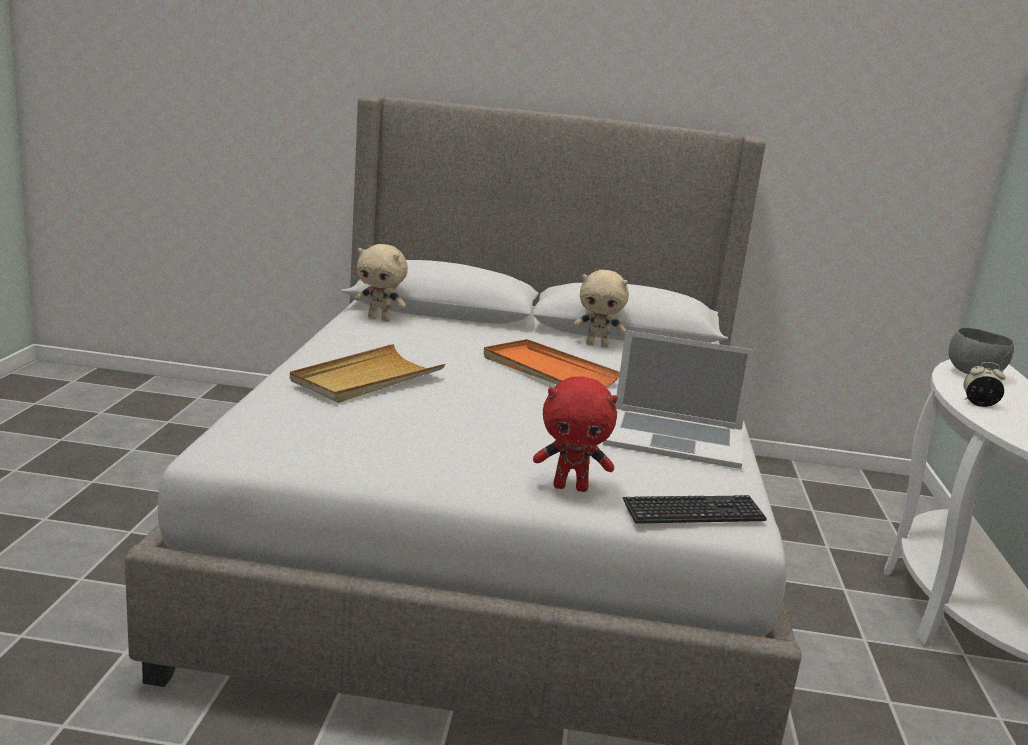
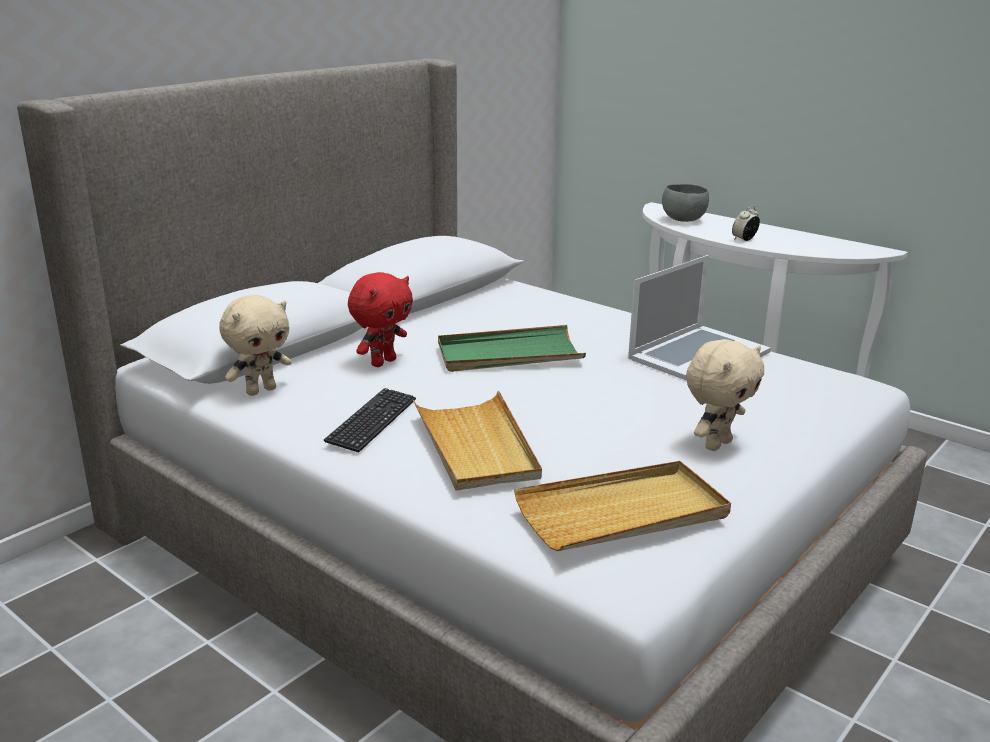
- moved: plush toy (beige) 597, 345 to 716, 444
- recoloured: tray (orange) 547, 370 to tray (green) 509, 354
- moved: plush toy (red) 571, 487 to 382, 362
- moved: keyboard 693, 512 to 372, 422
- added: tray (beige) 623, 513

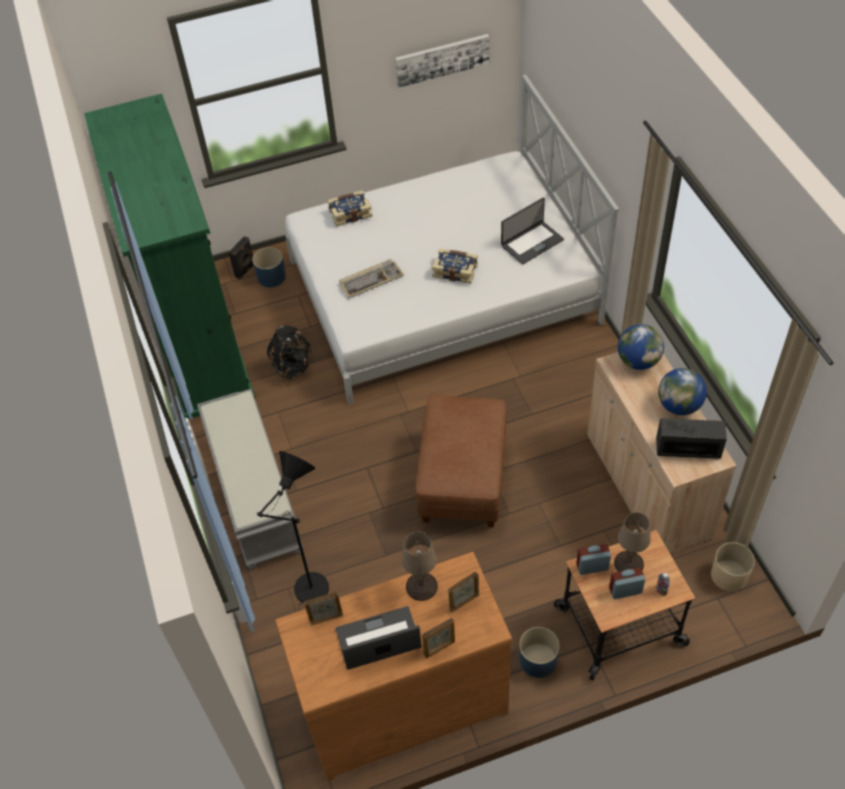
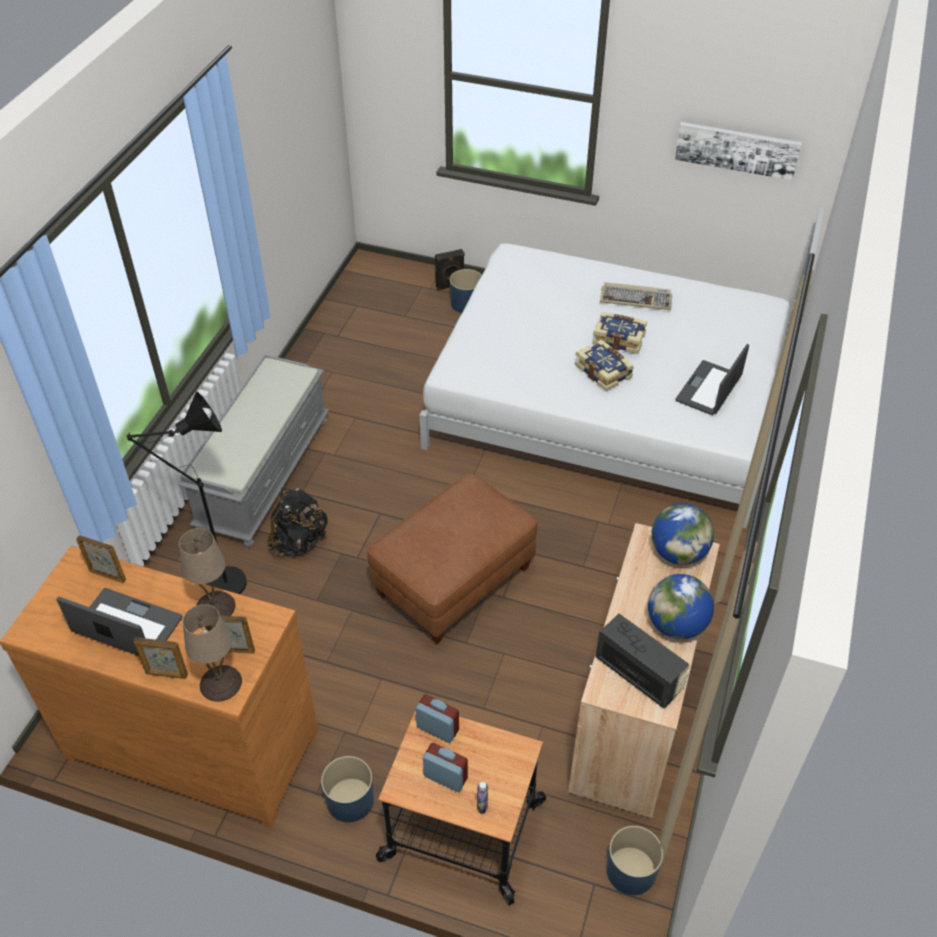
- removed: wardrobe (green) 198, 340
- moved: book 350, 213 to 619, 338
- turned: laptop 531, 242 = 709, 389 120 degrees clockwise
- moved: keyboard 371, 280 to 636, 298
- moved: backpack (black) 292, 366 to 299, 542
- moved: table lamp (beige) 629, 564 to 220, 684
- recoloured: planter (beige) 729, 575 to planter (blue) 631, 871

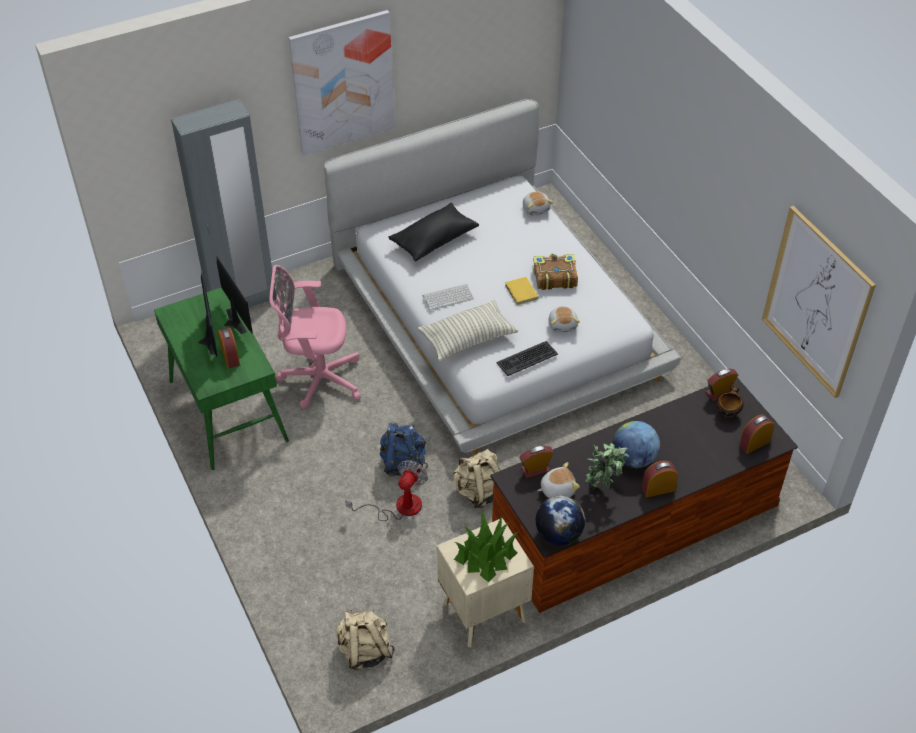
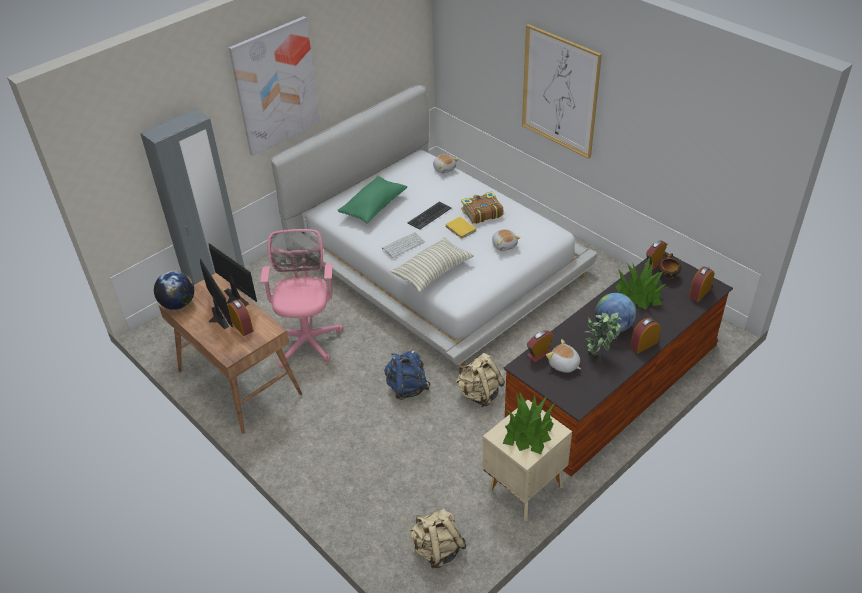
- recoloured: pillow (black) 434, 240 to pillow (green) 373, 207
- moved: picture 816, 302 to 560, 91
- turned: office chair (pink) 317, 379 = 308, 339 105 degrees clockwise
- recoloured: desk (green) 227, 411 to desk (brown) 238, 383
- moved: keyboard 527, 358 to 429, 215
- removed: fan 399, 507
- turned: plush toy 557, 489 = 564, 365 105 degrees counterclockwise
- moved: globe 558, 534 to 178, 304
- added: potted plant 639, 295

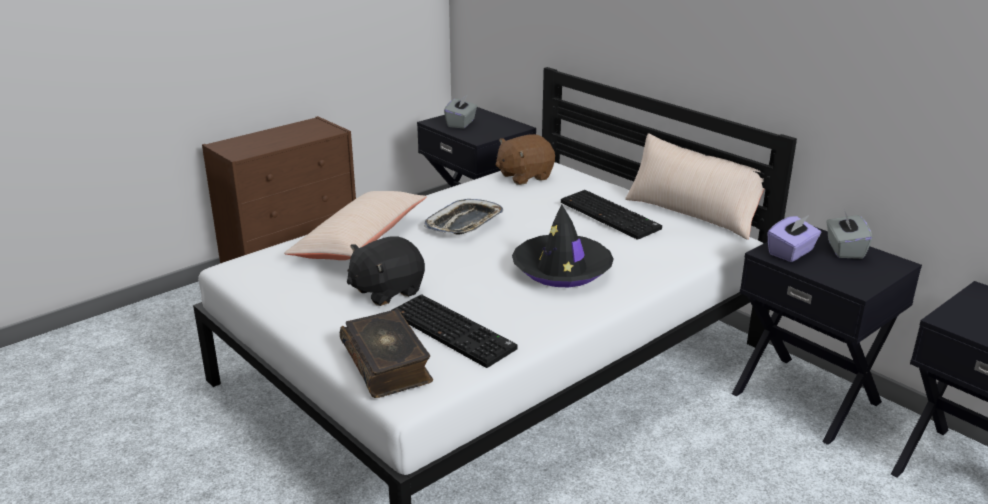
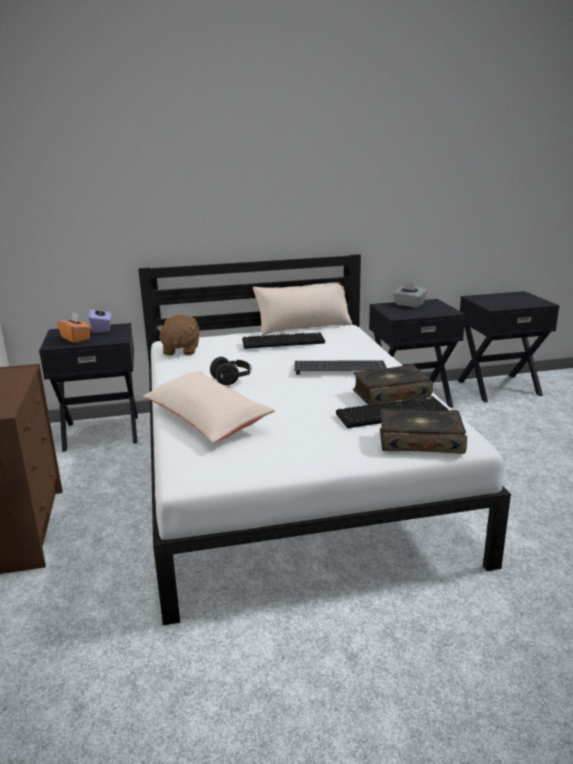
- recoloured: tissue box (grey) 461, 123 to tissue box (orange) 76, 338
- replaced: tray 465, 223 to headphones (black) 232, 380
- replaced: hat (black) 562, 270 to keyboard 340, 368
- moved: tissue box (purple) 791, 252 to 102, 329
- removed: plush toy (black) 386, 291
- added: book 390, 393

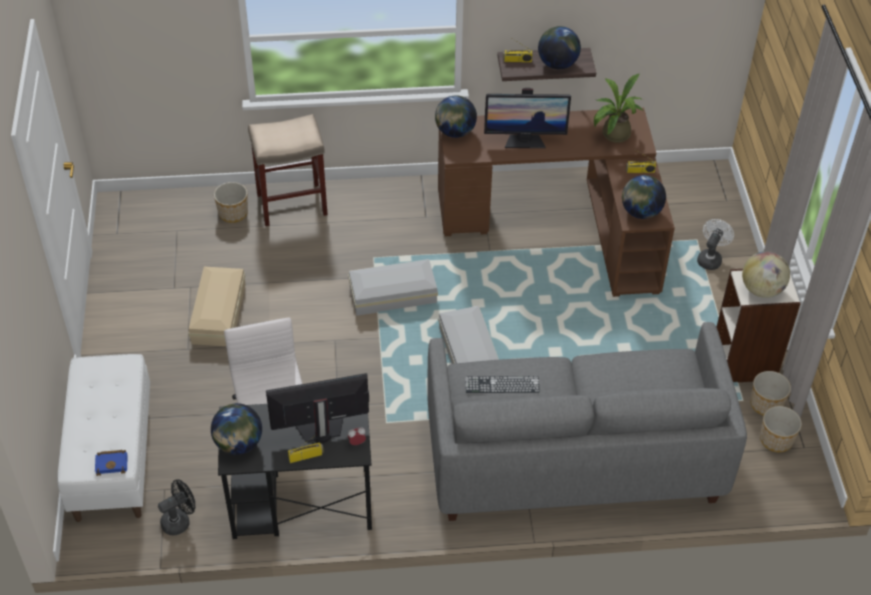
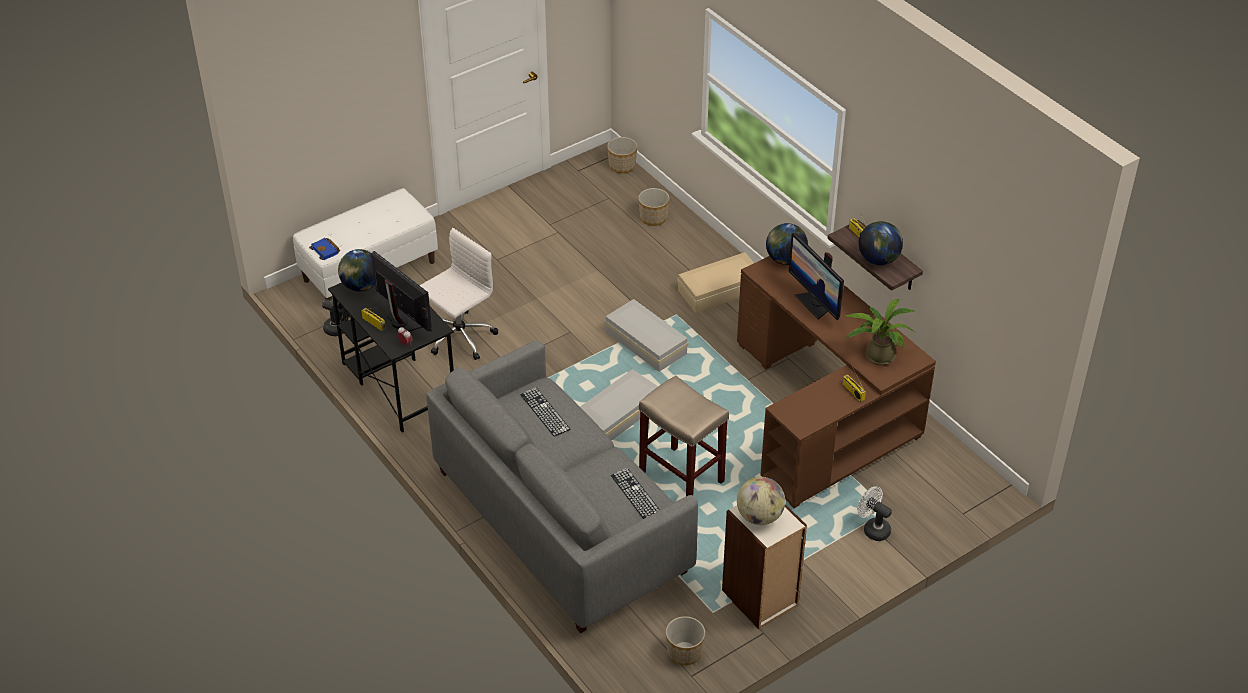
- moved: stool (beige) 291, 205 to 680, 477
- removed: globe 641, 212
- turned: fan (white) 710, 258 = 873, 529 135 degrees counterclockwise
- moved: storage box (beige) 217, 314 to 718, 290
- moved: planter 765, 404 to 622, 166
- added: keyboard 636, 495

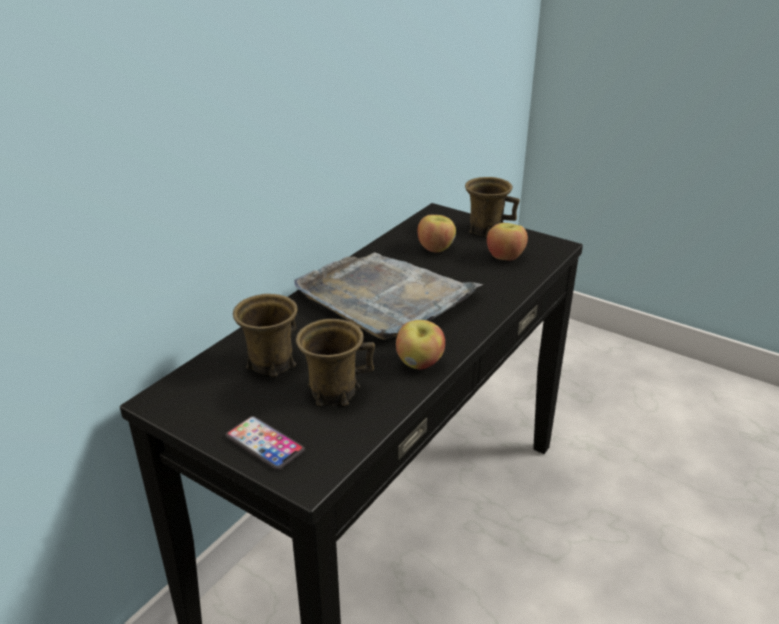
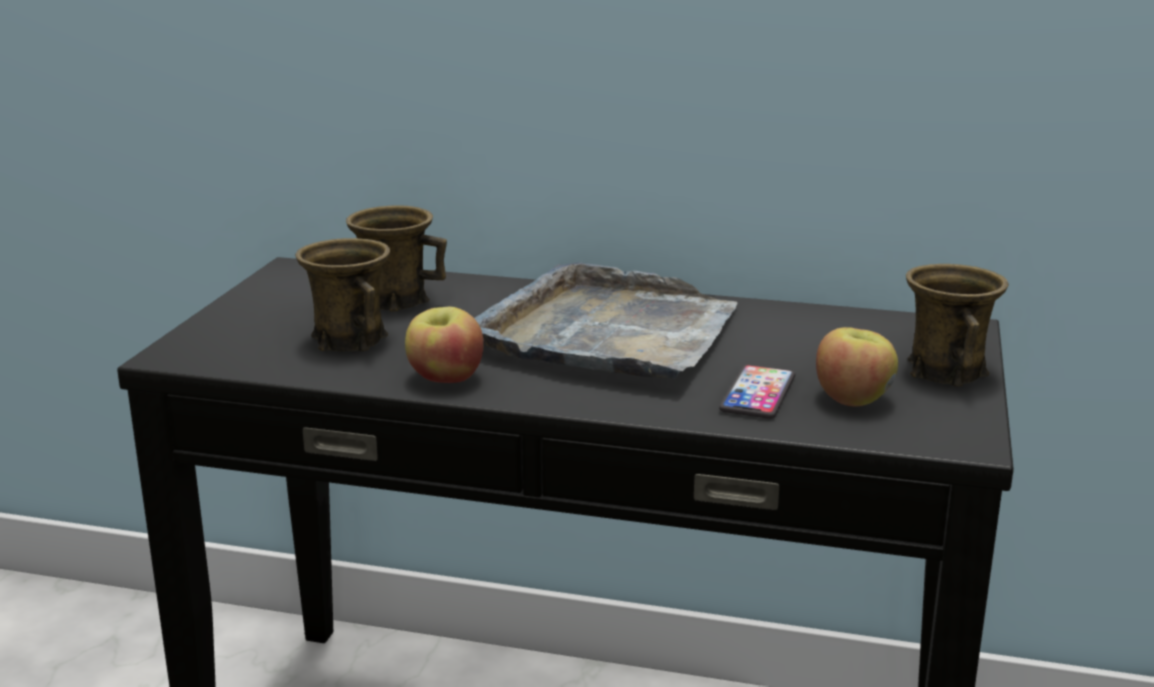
- removed: apple 436, 248
- moved: phone 264, 444 to 758, 394

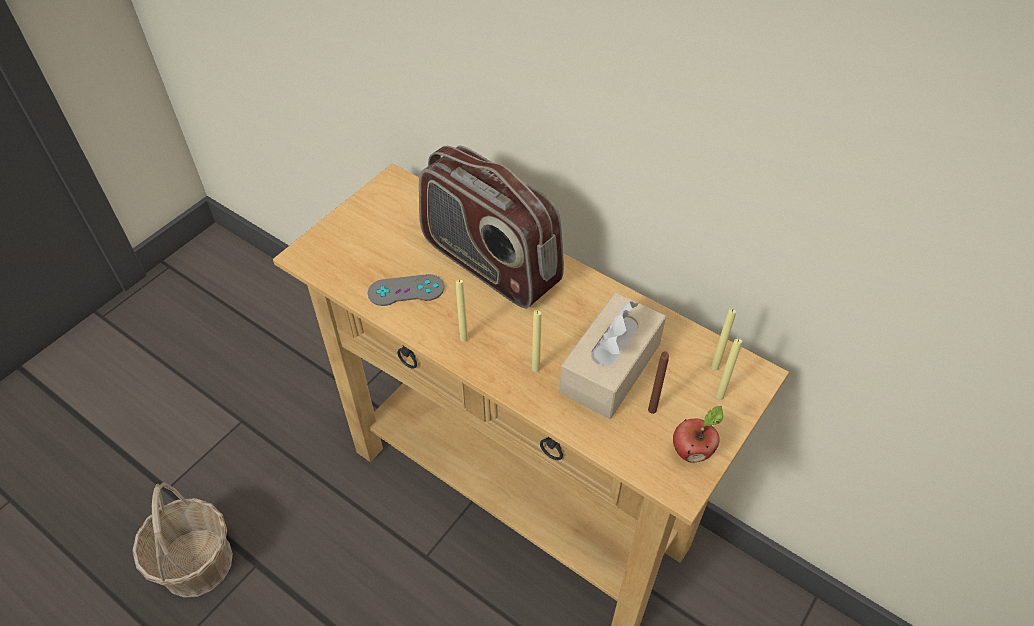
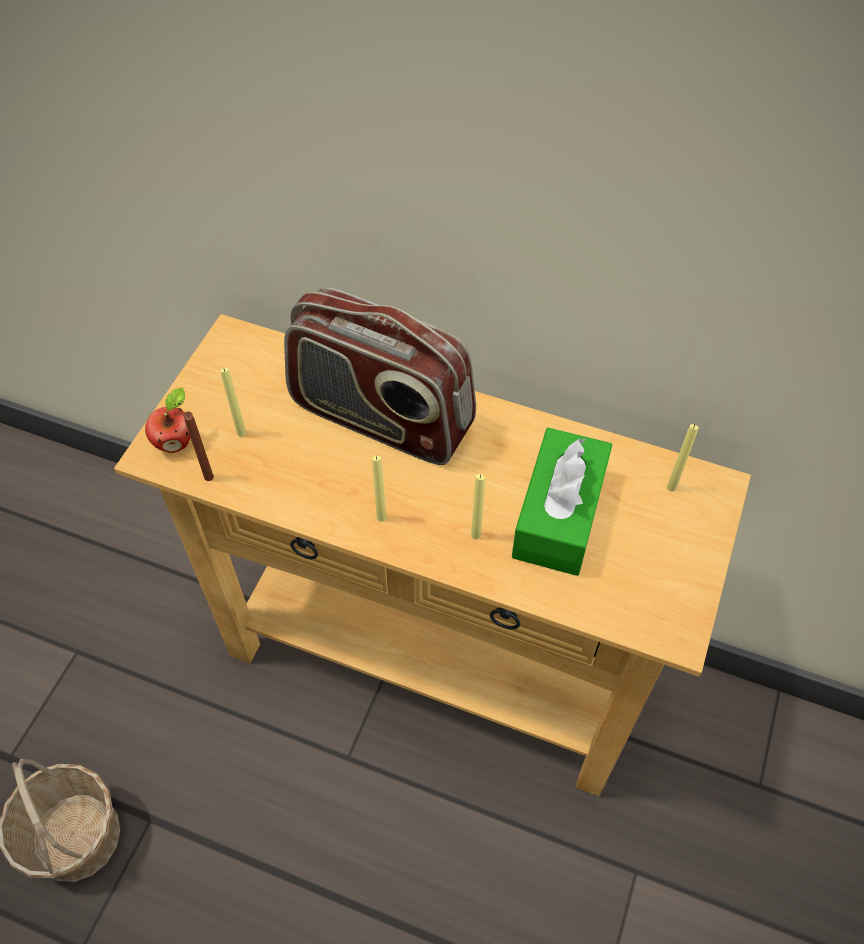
- removed: game controller (grey) 406, 290
- recoloured: tissue box (beige) 610, 368 to tissue box (green) 559, 515
- moved: candle (yellow) 719, 396 to 241, 433
- moved: candle (brown) 652, 410 to 209, 477
- moved: apple 692, 451 to 176, 442

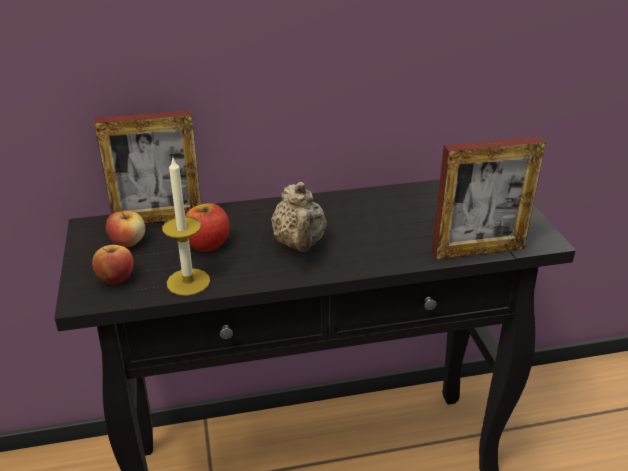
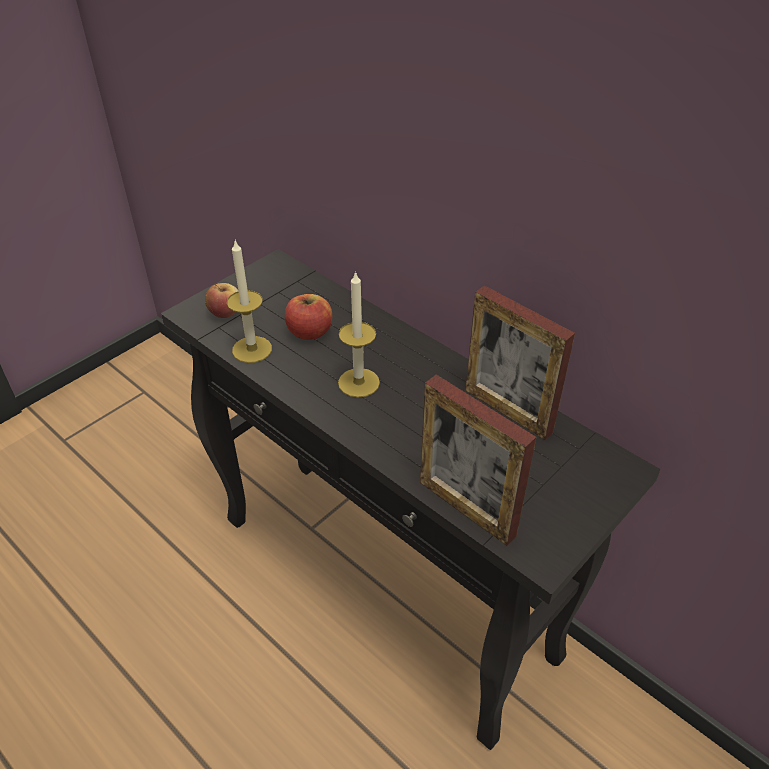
- moved: picture frame 158, 218 to 508, 411
- replaced: teapot (beige) 299, 245 to candle 358, 382
- removed: apple 128, 242

